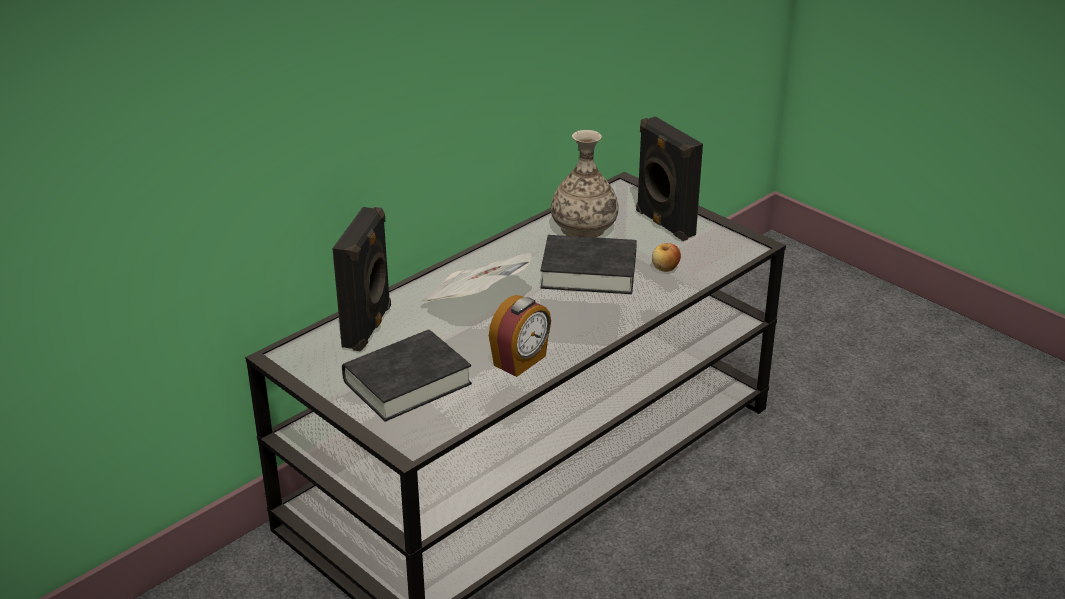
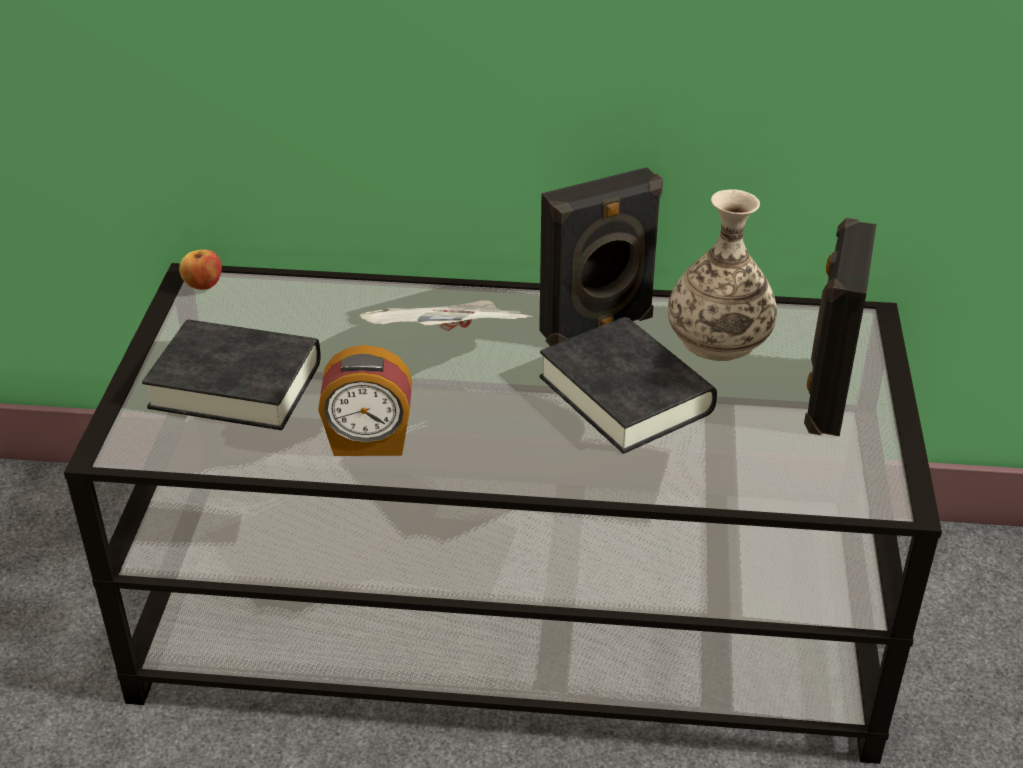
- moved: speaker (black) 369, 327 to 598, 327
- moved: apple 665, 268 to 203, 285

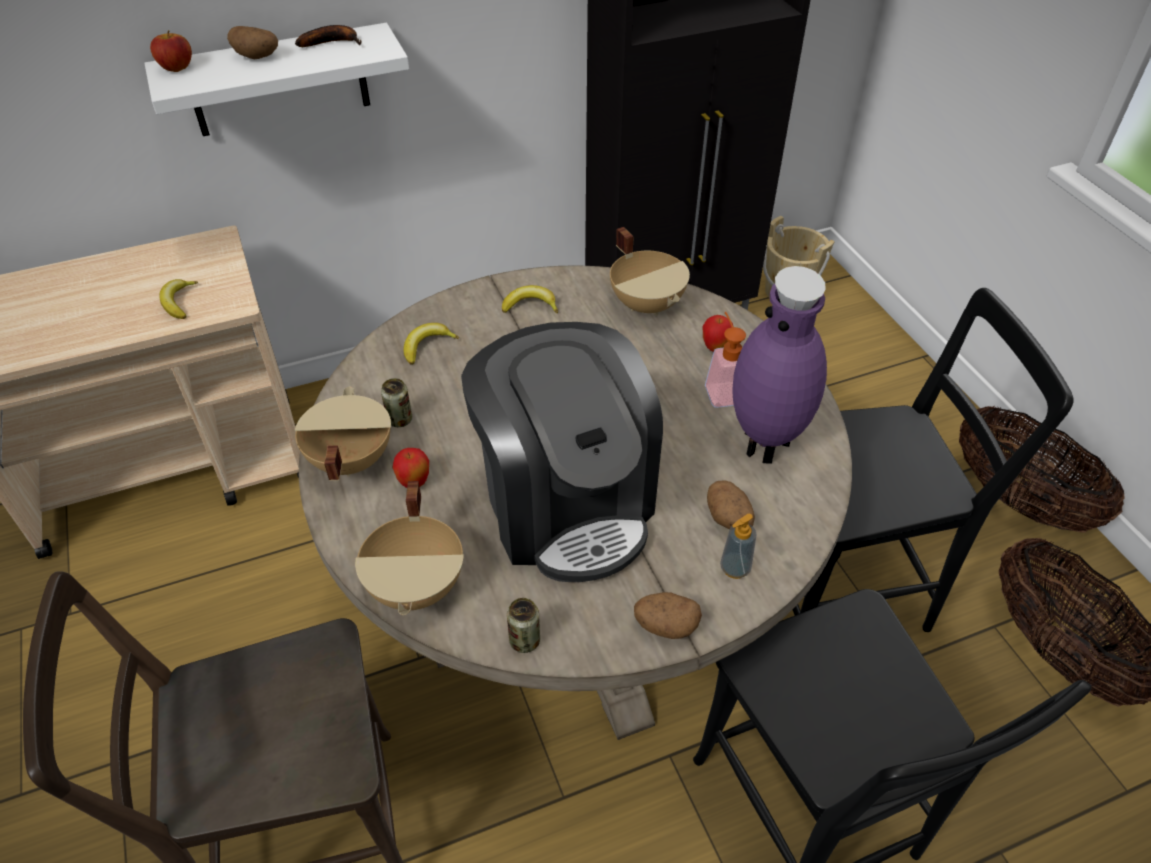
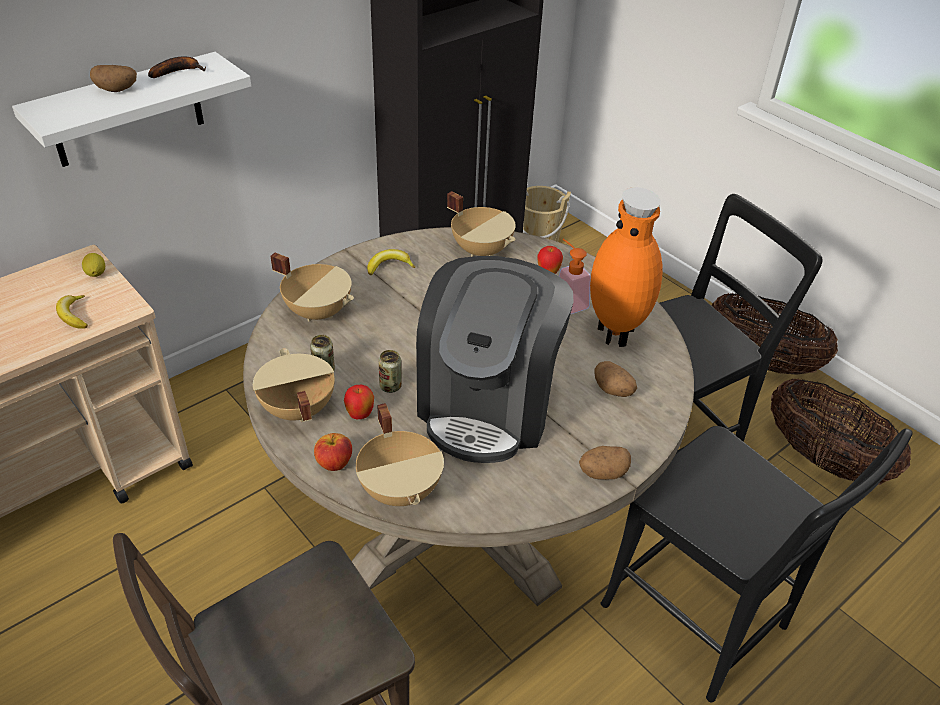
- moved: apple 176, 68 to 334, 463
- recoloured: vase (purple) 766, 445 to vase (orange) 617, 334
- turned: coffee machine 566, 503 = 488, 405 60 degrees clockwise
- replaced: banana 427, 346 to cooking pot (beige) 318, 311
- removed: soap dispenser 735, 568
- moved: can 524, 641 to 390, 386
- added: lemon 96, 274

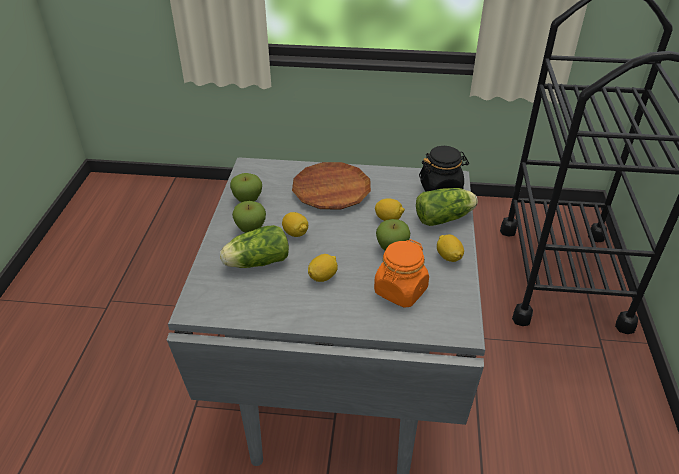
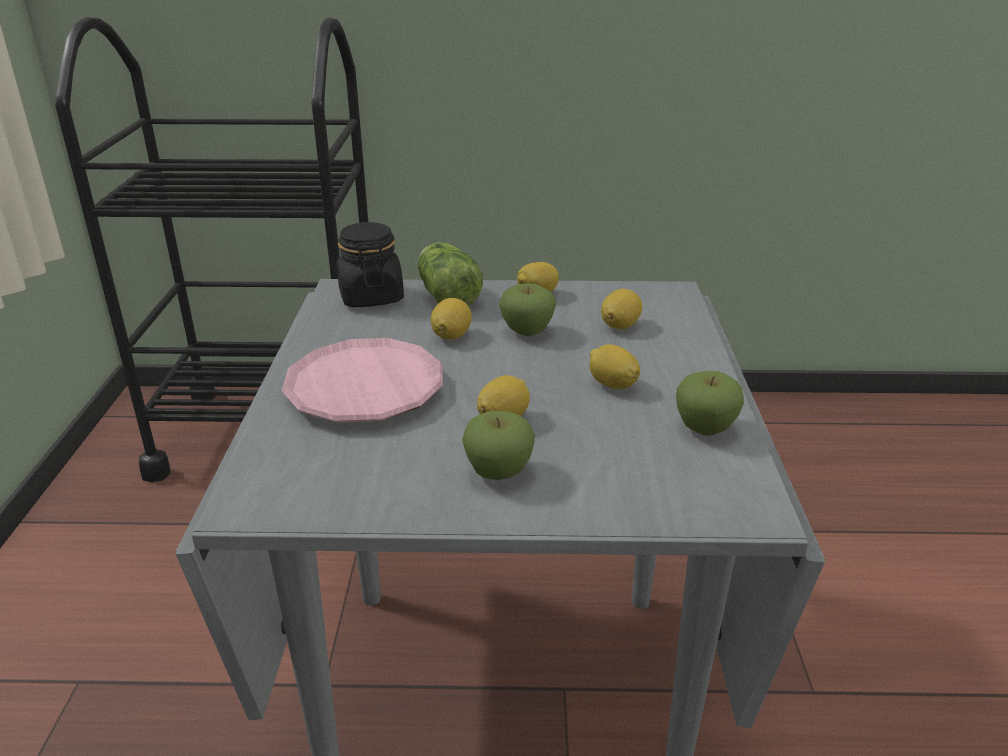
- recoloured: plate (brown) 331, 190 to plate (pink) 365, 390
- moved: apple 247, 200 to 705, 429
- removed: lettuce 255, 262
- replaced: jar (orange) 400, 291 to lemon 620, 325

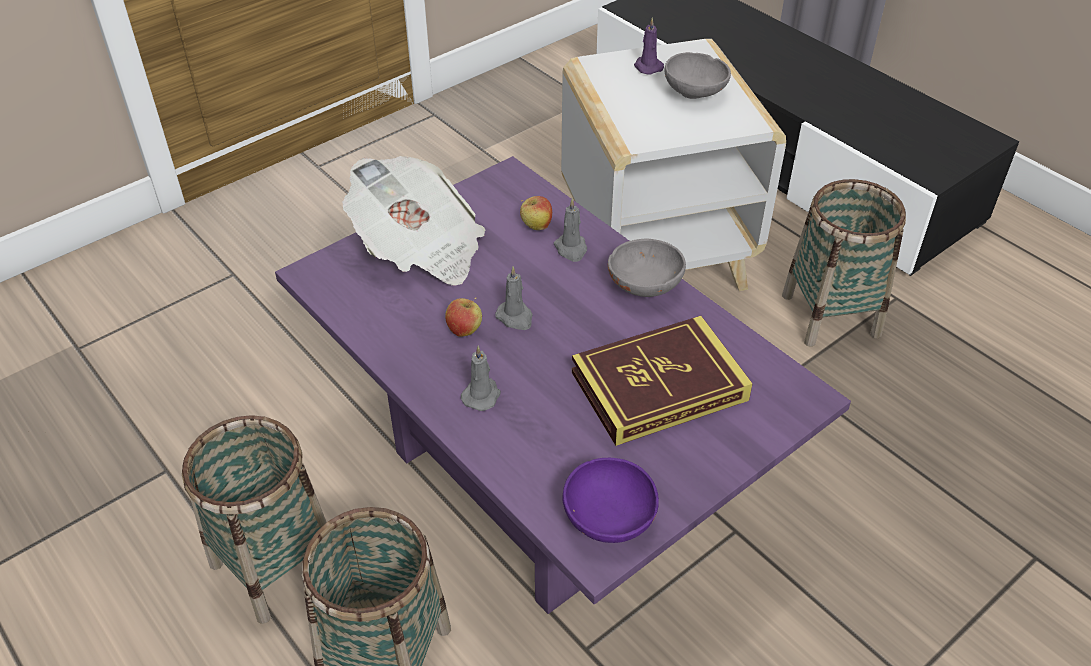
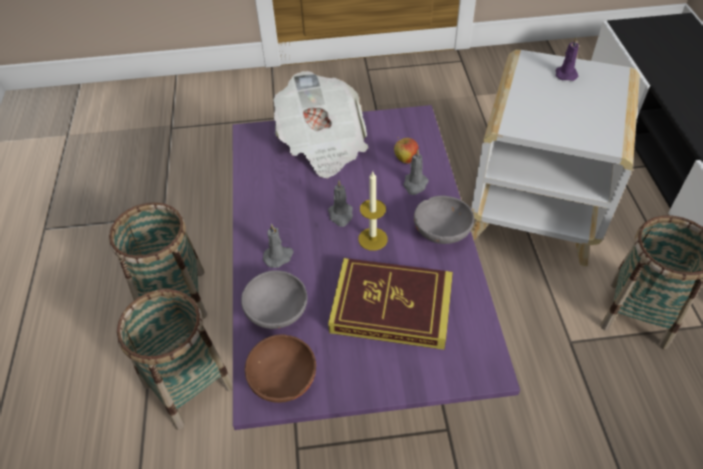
- moved: bowl (grey) 696, 93 to 278, 312
- removed: apple 464, 331
- recoloured: bowl (purple) 609, 521 to bowl (brown) 282, 381
- added: candle 372, 239

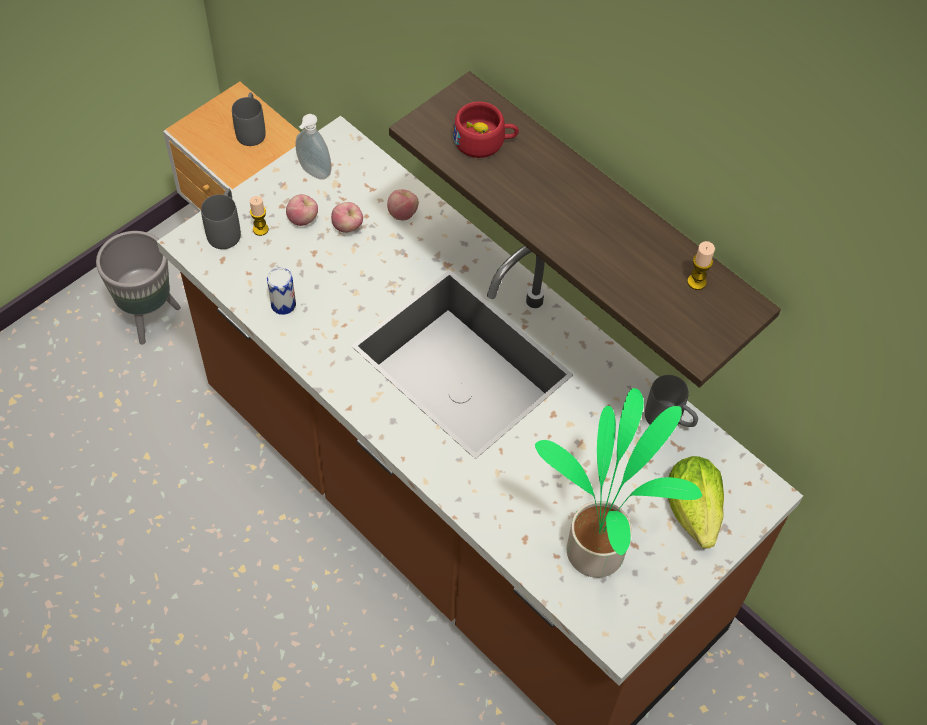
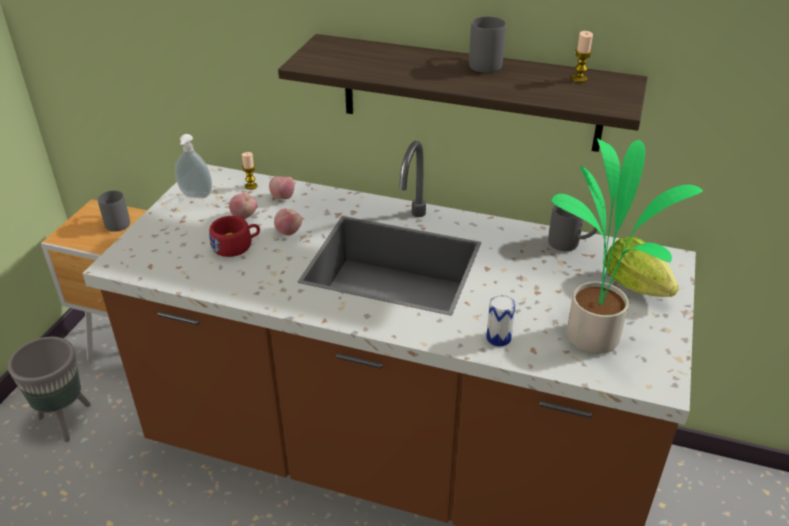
- moved: cup (red) 485, 141 to 236, 245
- moved: mug (grey) 226, 229 to 482, 62
- moved: apple 303, 219 to 289, 232
- moved: candle 260, 229 to 251, 186
- moved: can 283, 304 to 498, 338

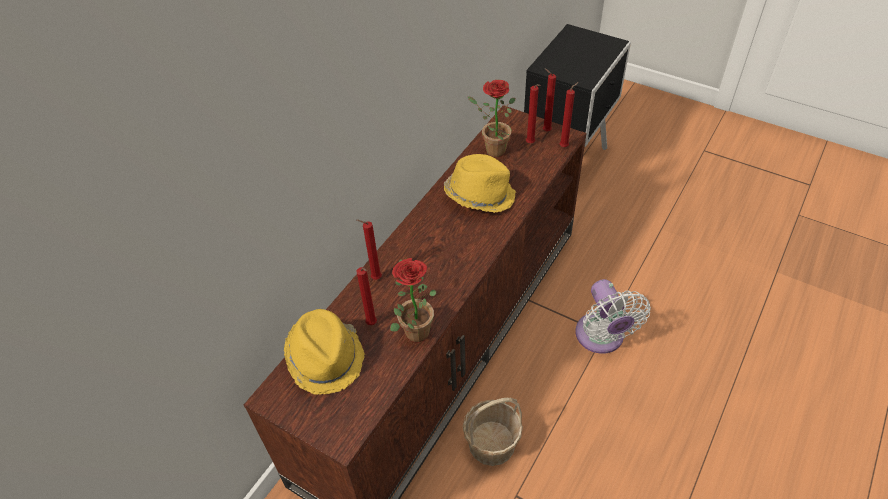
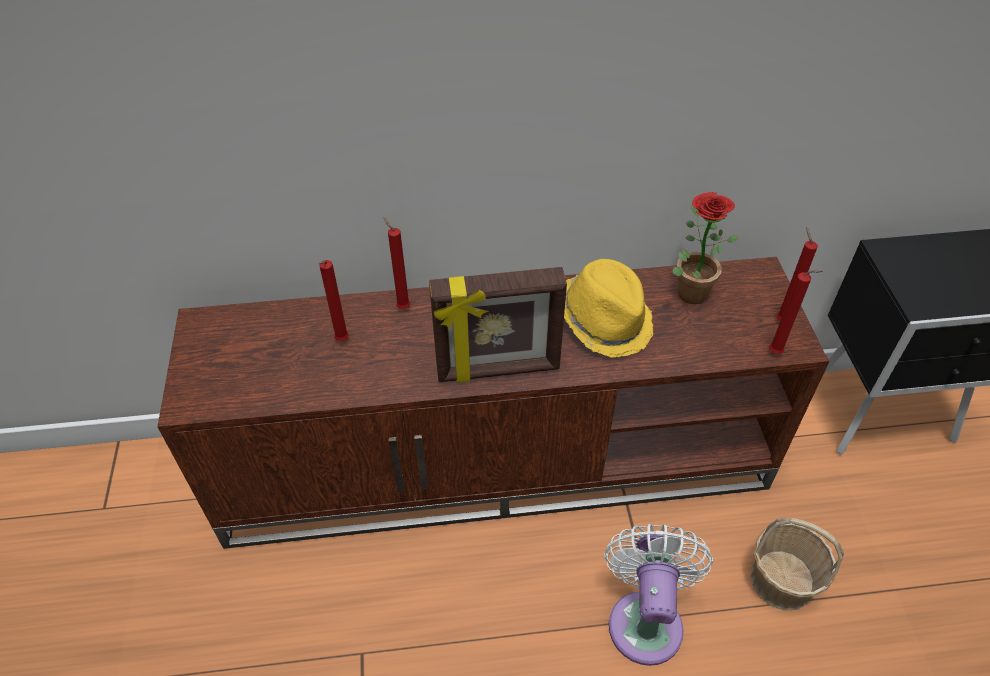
- removed: candle (red) 531, 144
- removed: potted plant 414, 328
- turned: fan (white) 601, 338 = 645, 619 150 degrees clockwise
- removed: hat (yellow) 326, 358
- moved: basket 491, 443 to 781, 580
- added: picture frame 498, 370

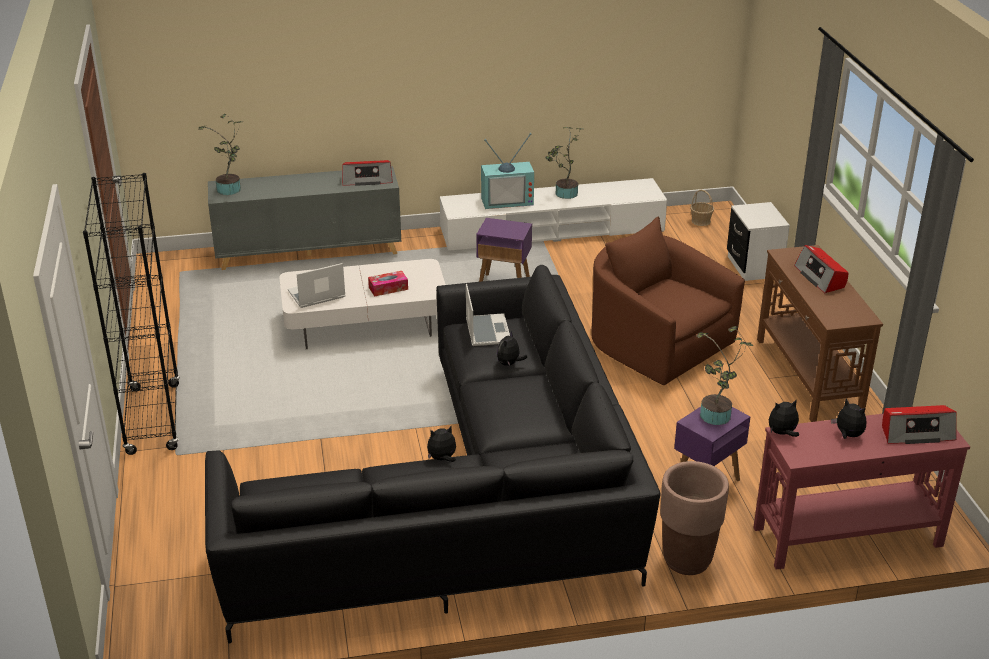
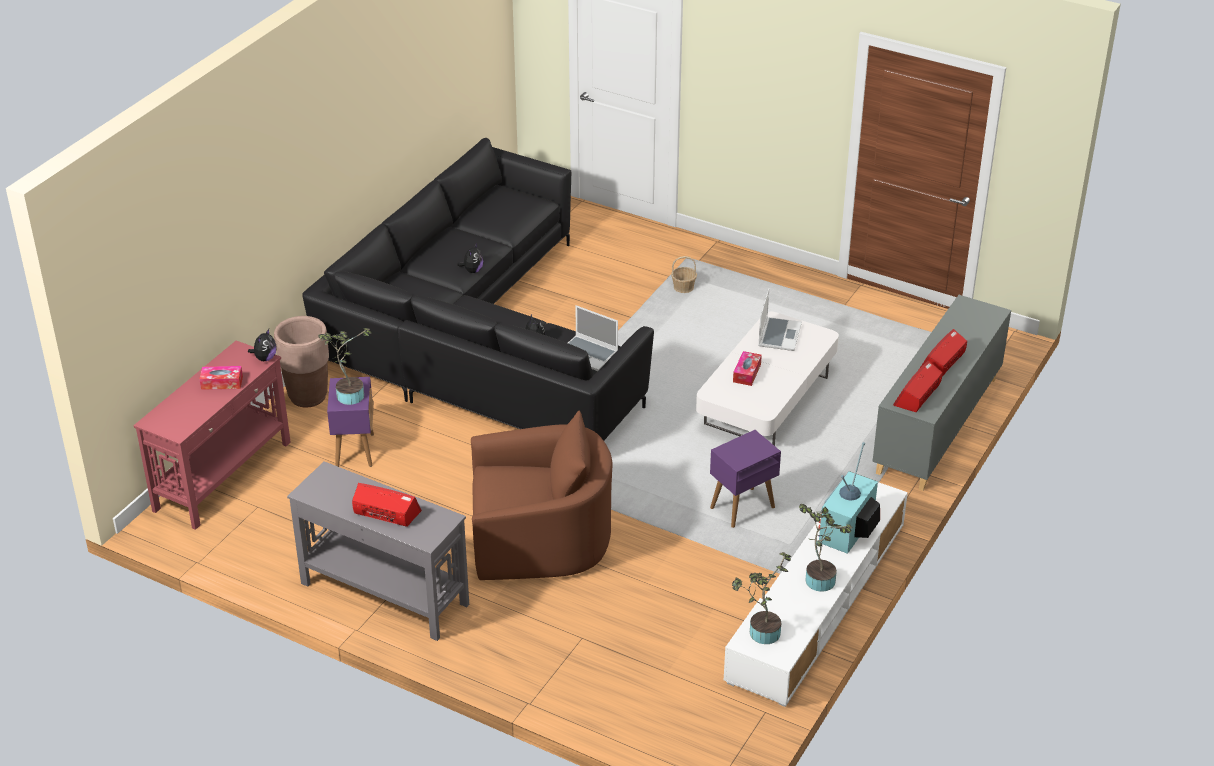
- moved: potted plant 230, 190 to 761, 633
- removed: bookcase (black) 153, 419
- moved: basket 700, 221 to 683, 288
- removed: nightstand (white) 754, 266
- recoloured: console table (brown) 807, 377 to console table (grey) 384, 593
- replaced: plush toy 847, 435 to tissue box 222, 383
- moved: radio 916, 432 to 942, 362

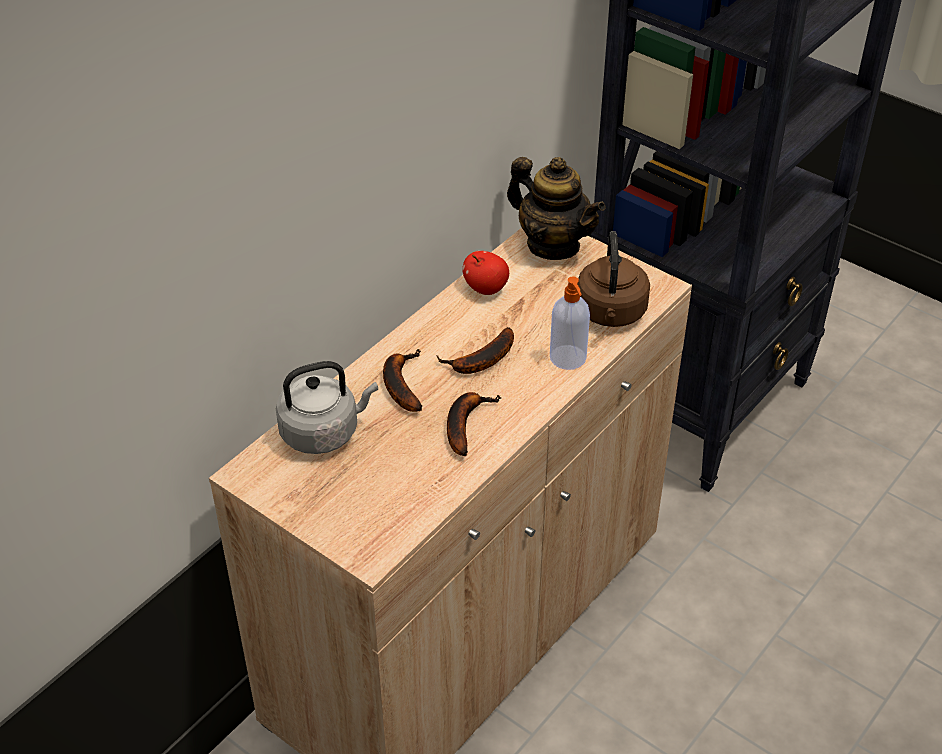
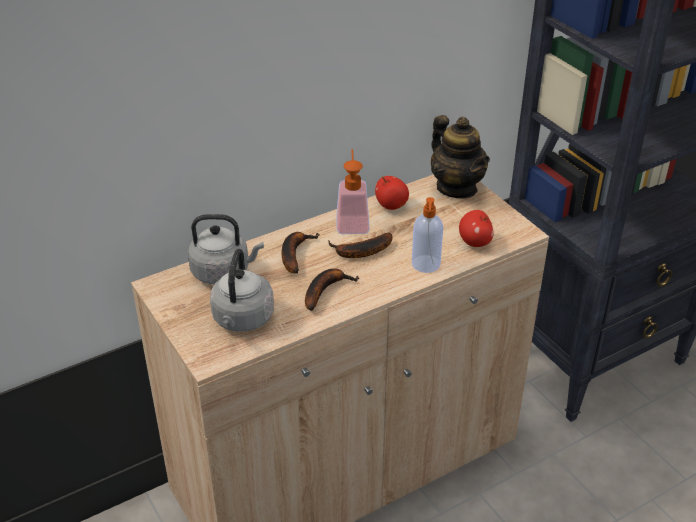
- replaced: kettle (brown) 611, 314 to apple 475, 242
- added: soap dispenser 352, 221
- added: kettle (grey) 242, 320

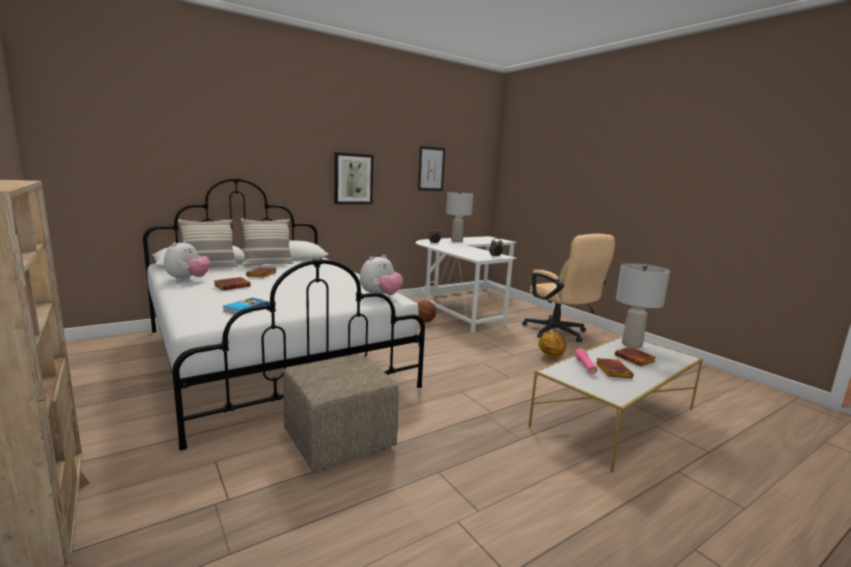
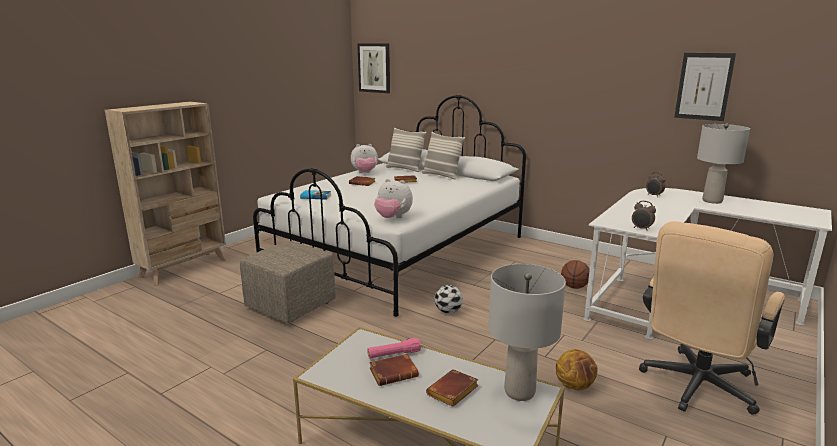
- moved: picture 353, 179 to 374, 68
- added: football 448, 311

